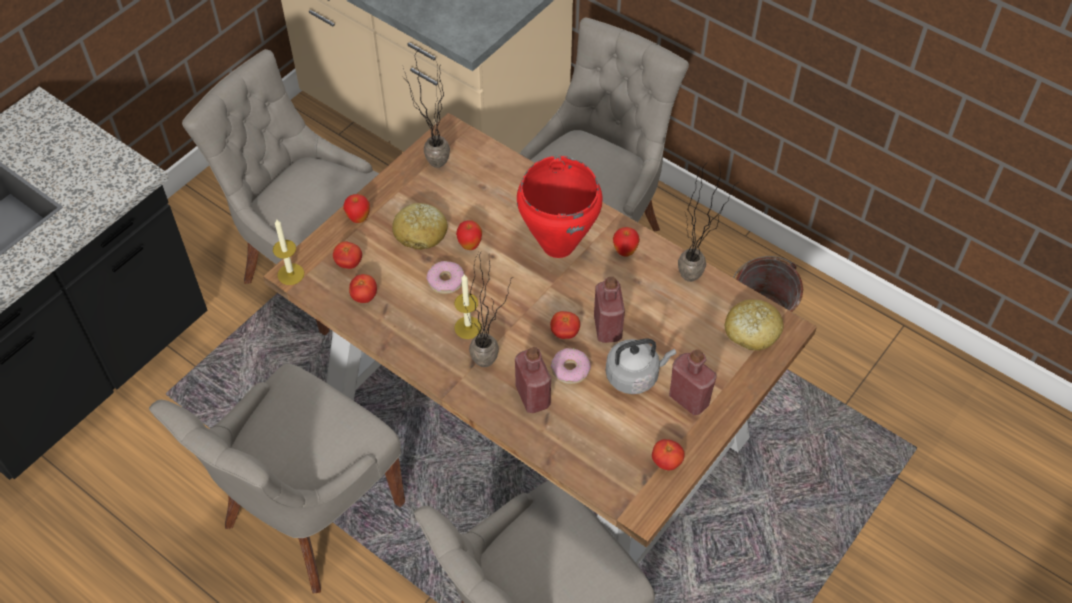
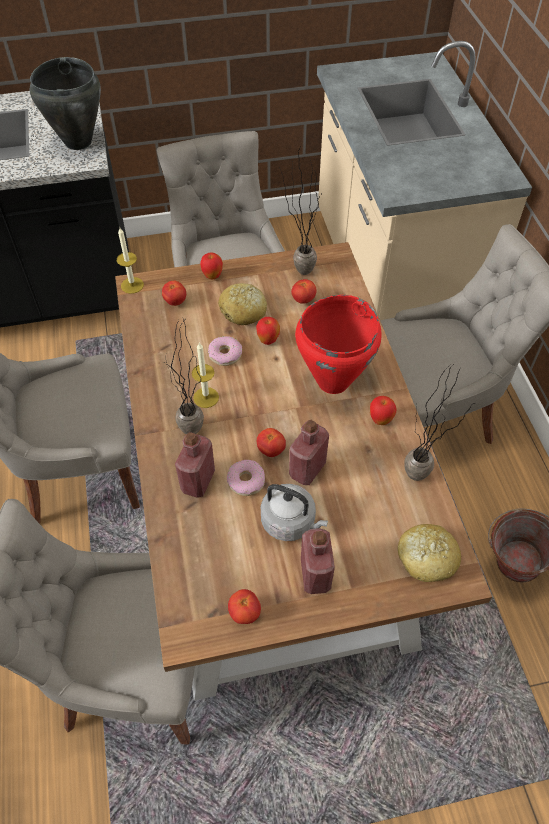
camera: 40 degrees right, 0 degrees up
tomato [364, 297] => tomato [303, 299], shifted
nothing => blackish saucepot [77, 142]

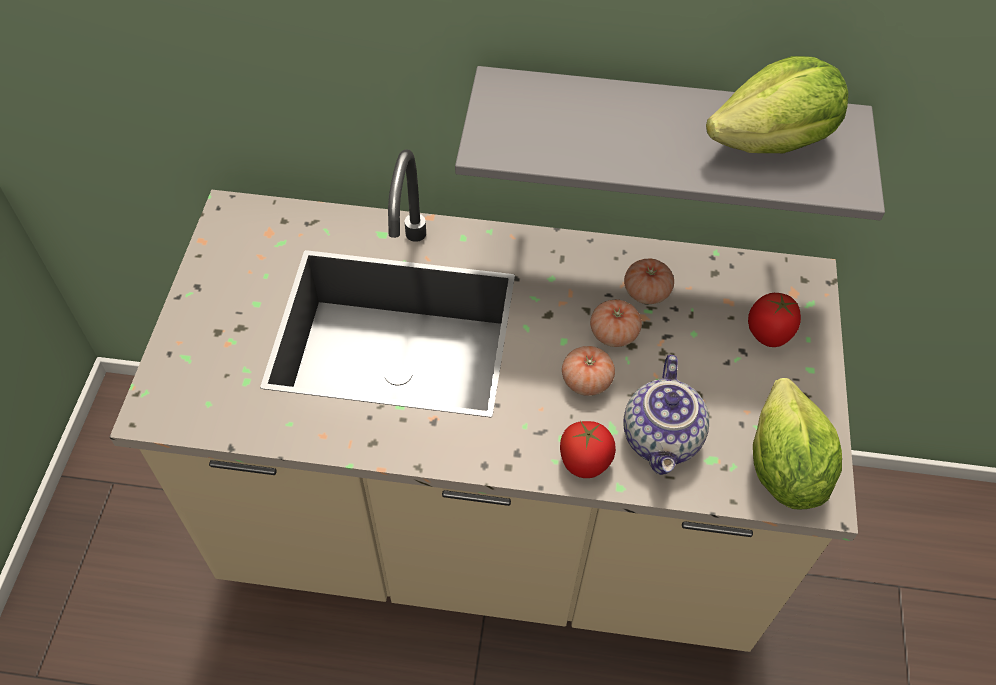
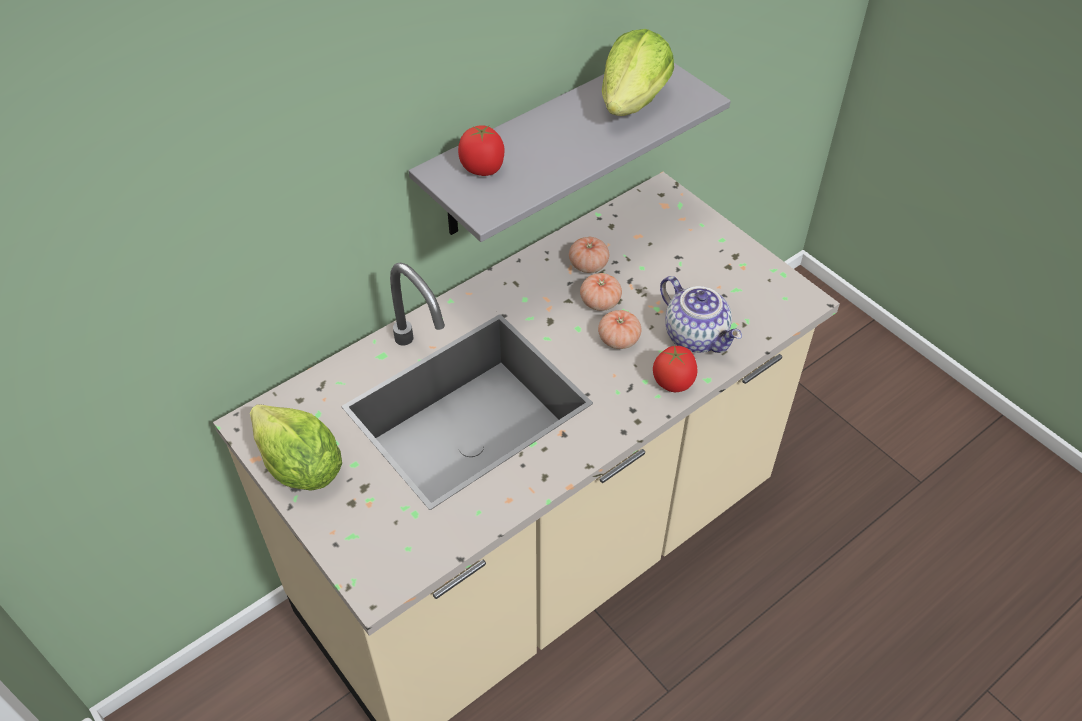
camera: 45 degrees left, 5 degrees down
tomato [768, 334] => tomato [483, 168], shifted
head of lettuce [782, 468] => head of lettuce [301, 468], shifted

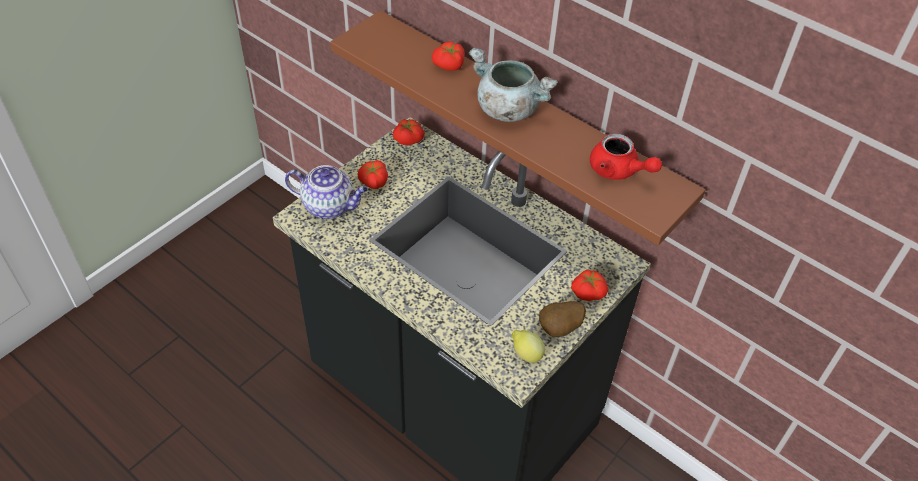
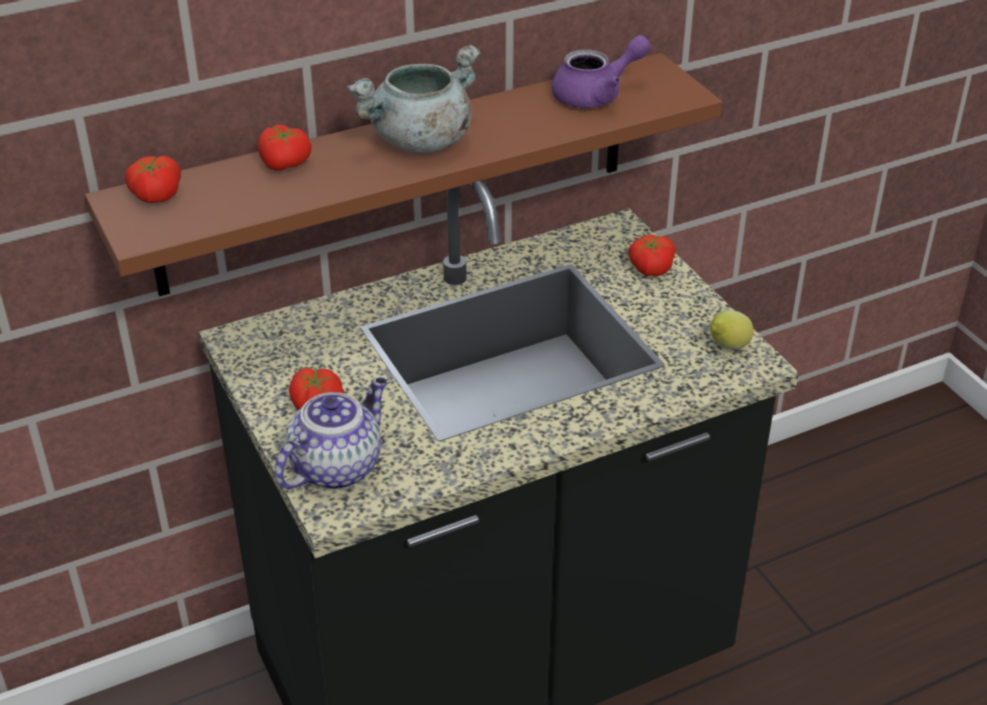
camera: 65 degrees left, 10 degrees down
tomato [408, 139] => tomato [155, 195], shifted
red-coloured pot for tea [618, 171] => purple-coloured pot for tea [596, 95]
spud [560, 329] => nothing

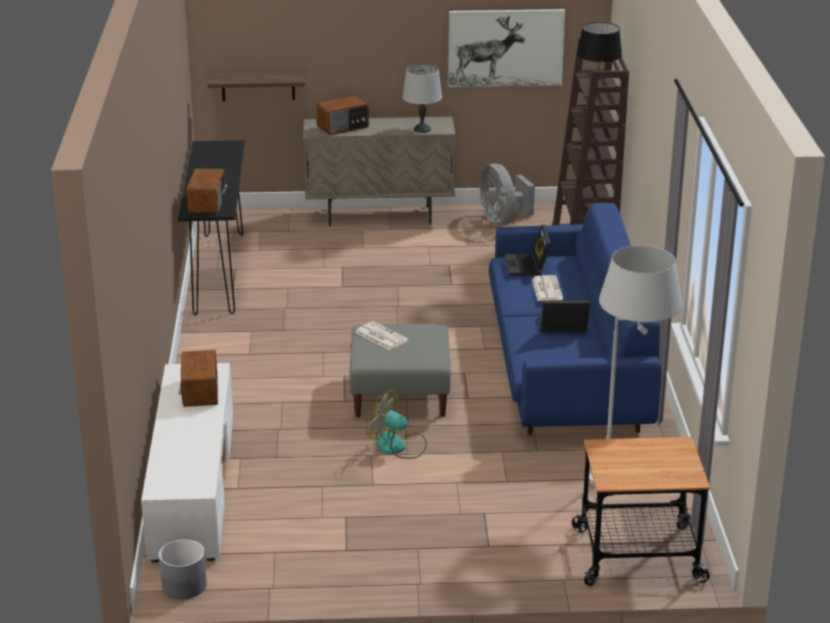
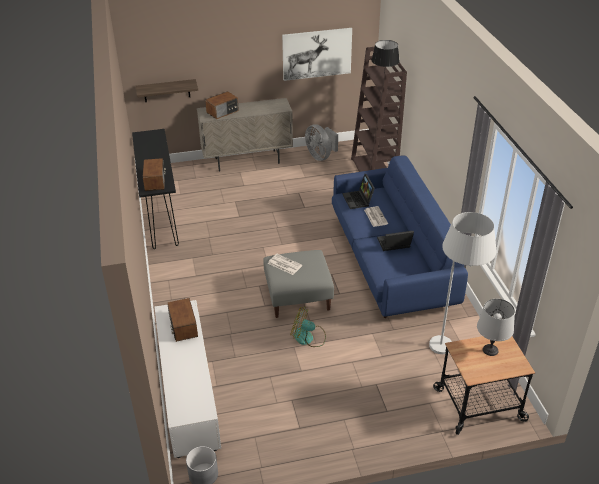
camera: 10 degrees left, 10 degrees up
greyish lamp for a table [422, 129] => greyish lamp for a table [490, 350], shifted

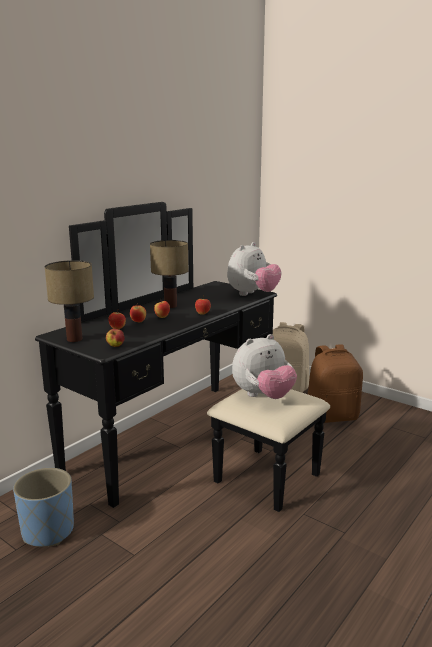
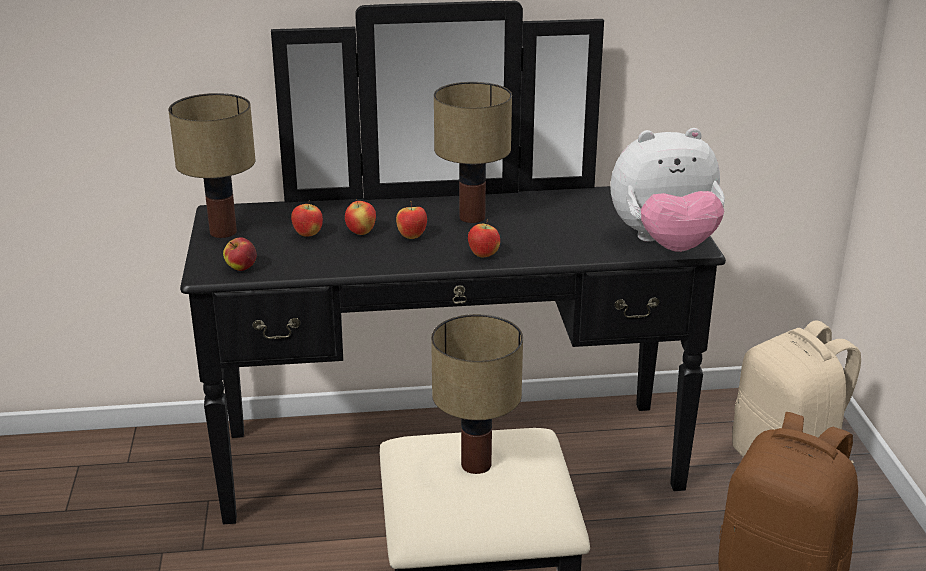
camera: 45 degrees right, 10 degrees up
soft toy [263, 396] => lamp for a table [477, 464]
bluish flower pot [48, 531] => nothing

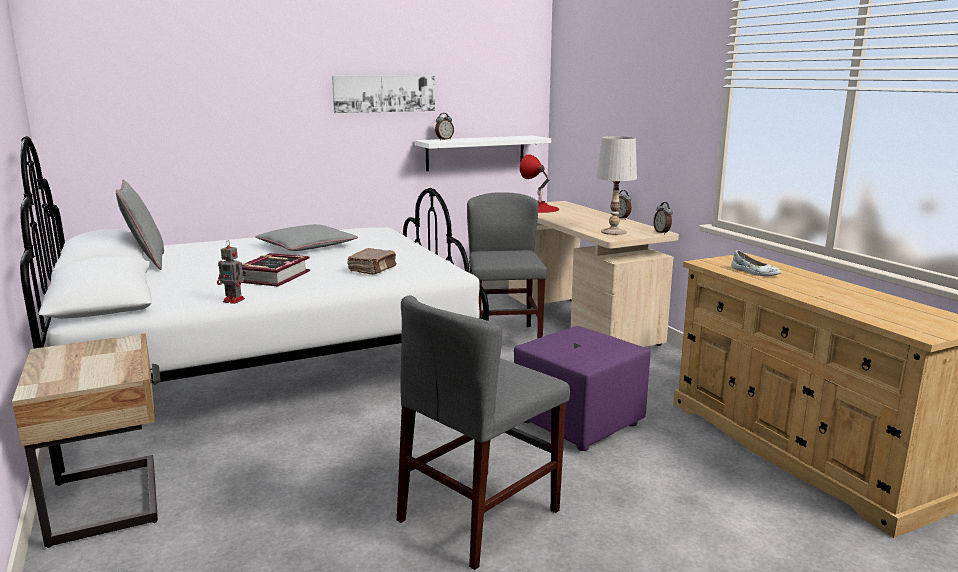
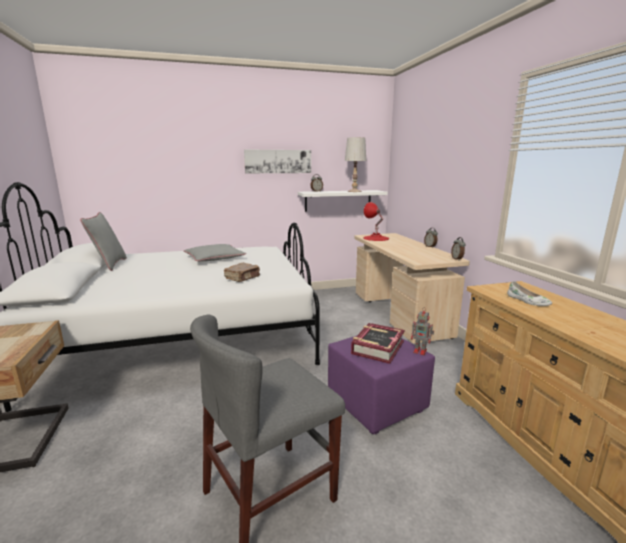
camera: 10 degrees right, 0 degrees up
white-coloured lamp for a table [613, 232] => white-coloured lamp for a table [354, 191], shifted
greyish plain chair [504, 339] => nothing
model robot [235, 300] => model robot [421, 351], shifted
bound book [273, 276] => bound book [377, 347], shifted

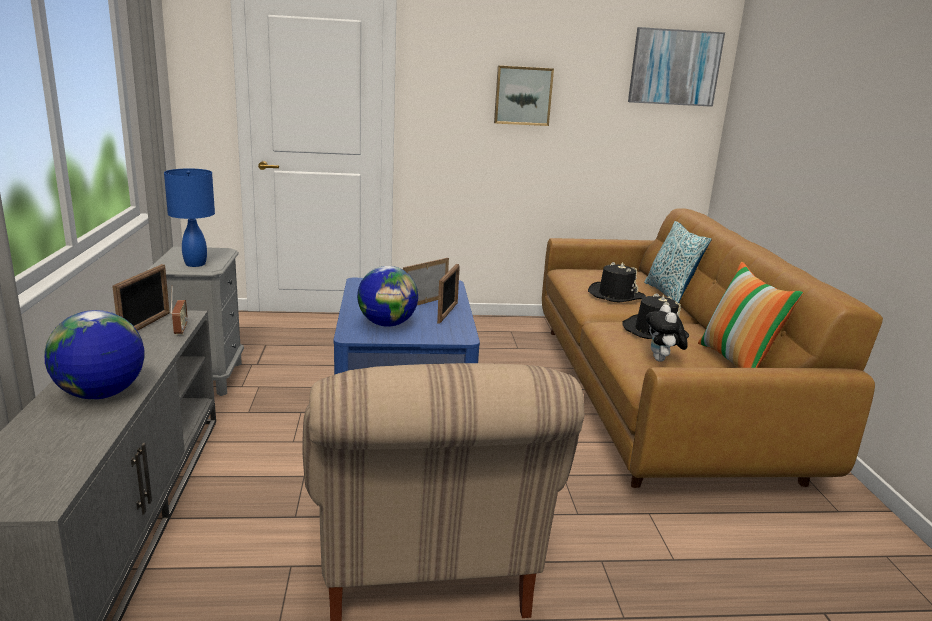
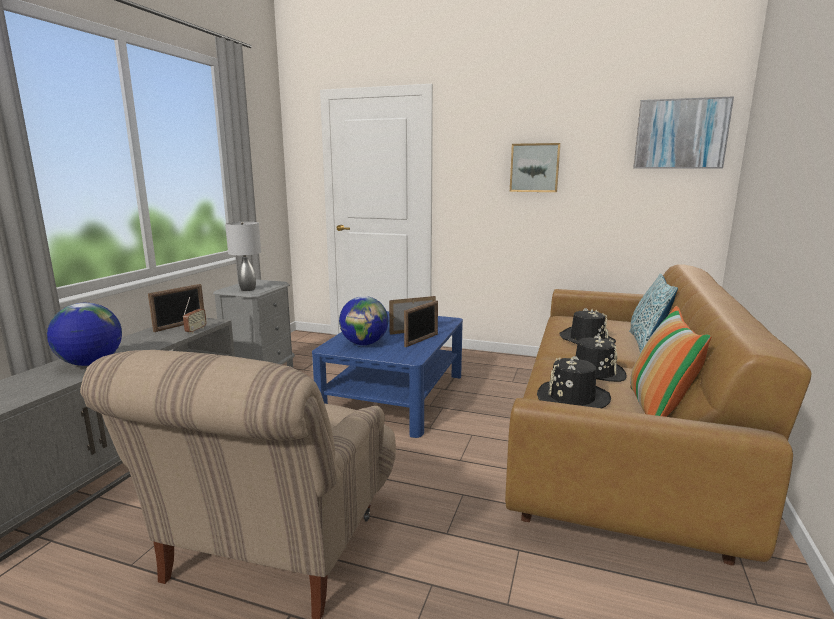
camera: 25 degrees right, 5 degrees down
bluish lamp for a table [196, 264] => greyish lamp for a table [248, 289]
soft toy [662, 360] => blackish clothing hat [572, 398]

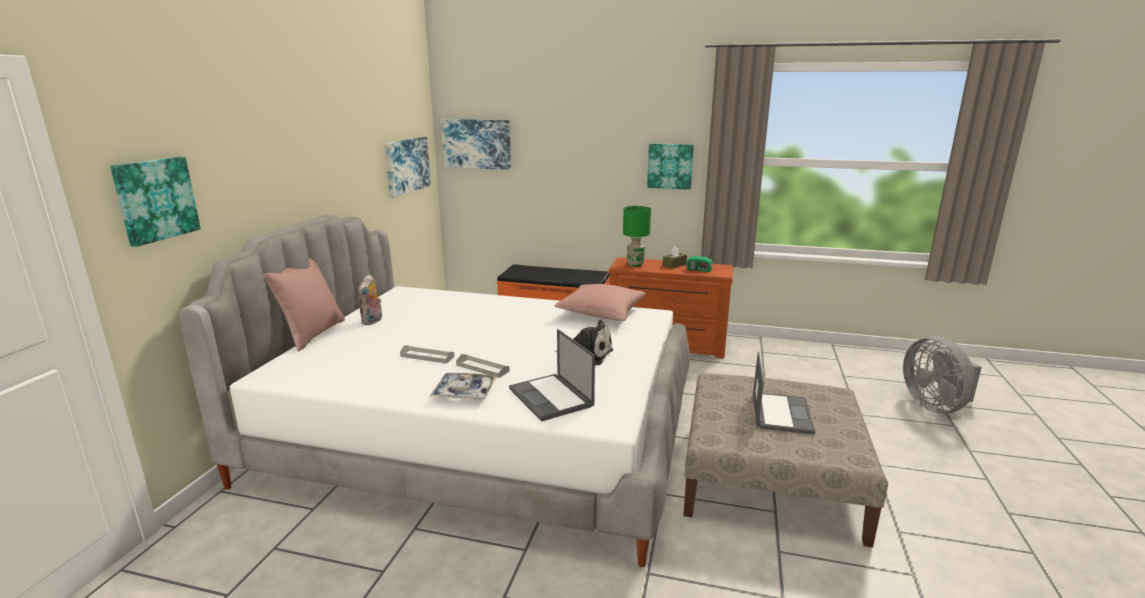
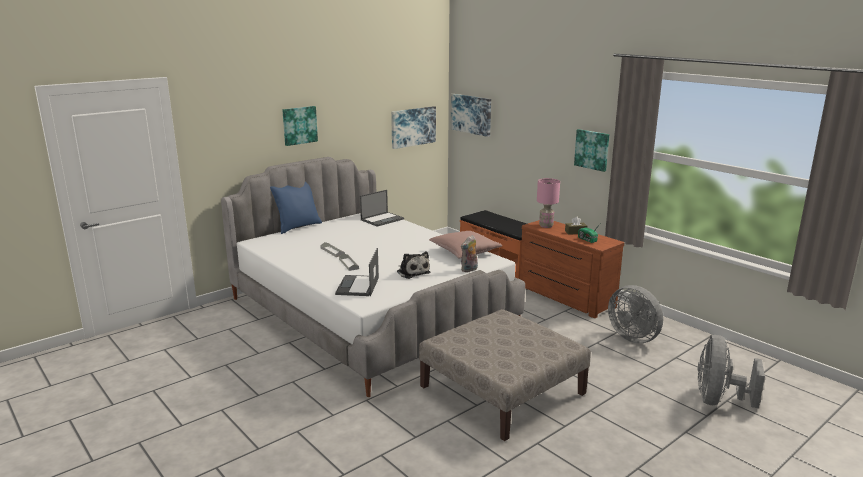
camera: 35 degrees right, 0 degrees up
picture [155, 199] => picture [299, 125], shifted
green-coloured lamp for a table [635, 264] => pink-coloured lamp for a table [546, 226]
pink-coloured cushion [312, 334] => bluish cushion [298, 227]
soft toy [373, 321] => soft toy [469, 270], shifted
laptop [781, 413] => laptop [382, 219], shifted
serving tray [464, 393] => nothing
nothing => greyish electric fan [634, 337]

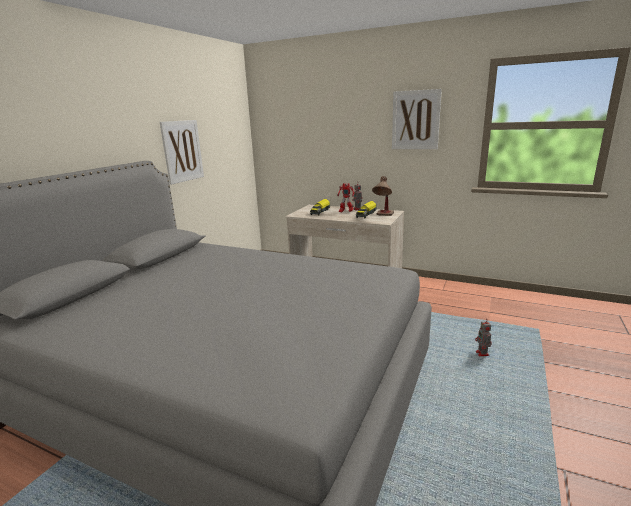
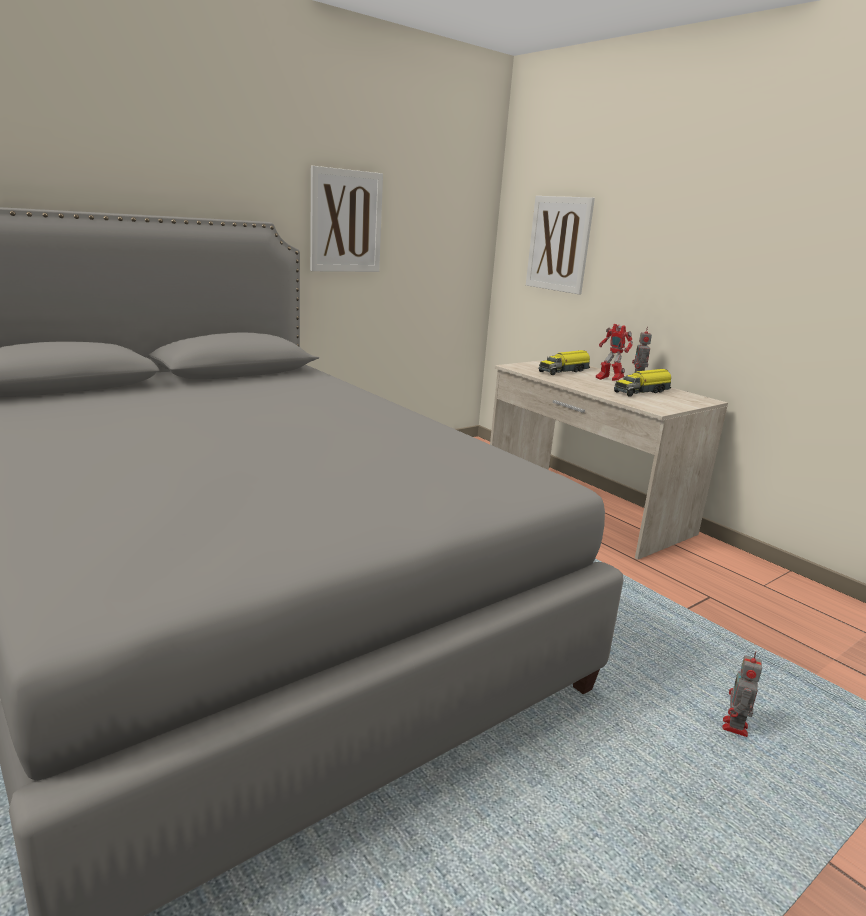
camera: 25 degrees right, 0 degrees up
picture [415, 120] => picture [559, 244], shifted
lamp for a table [383, 216] => nothing

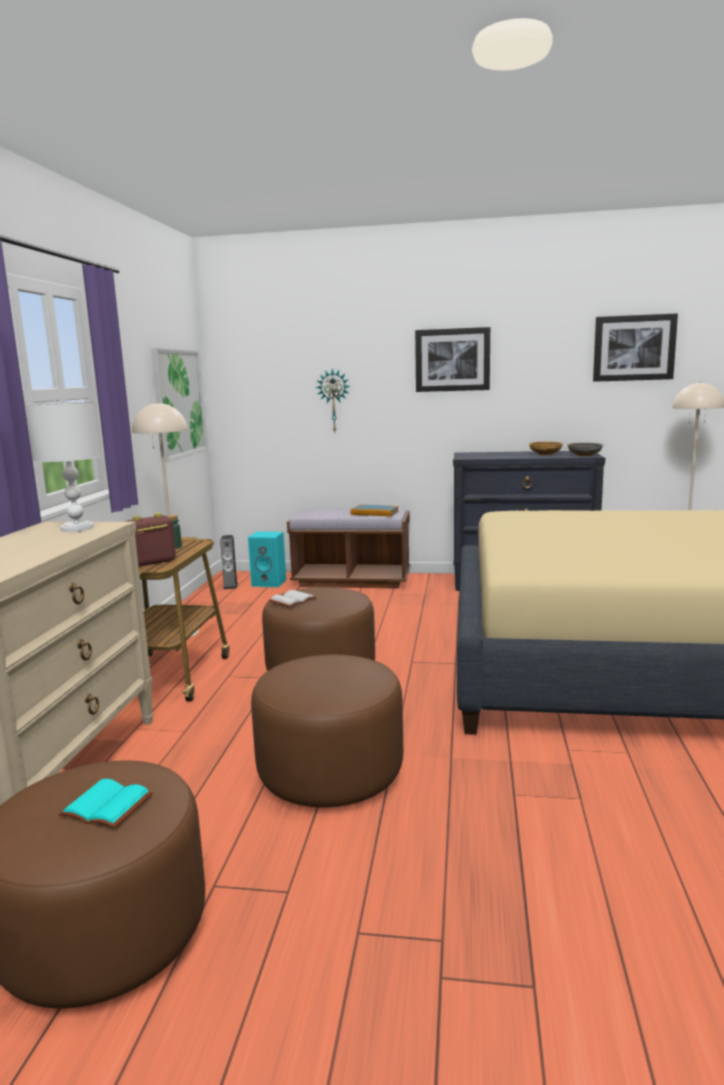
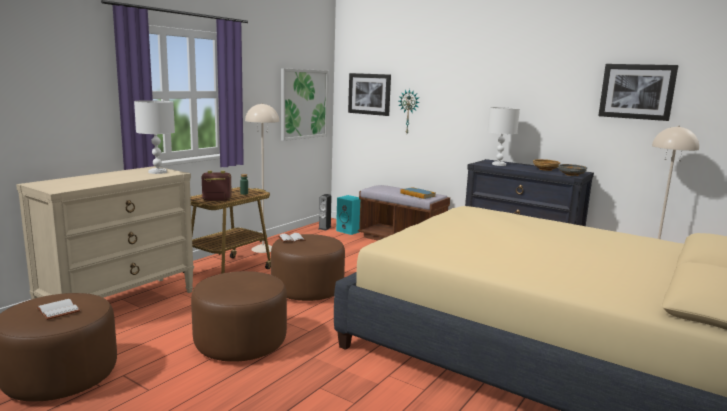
camera: 25 degrees right, 0 degrees up
picture [452, 360] => picture [369, 94], shifted
turquoise-coloured bound book [104, 807] => white-coloured bound book [57, 310]
nothing => white-coloured lamp for a table [499, 164]

